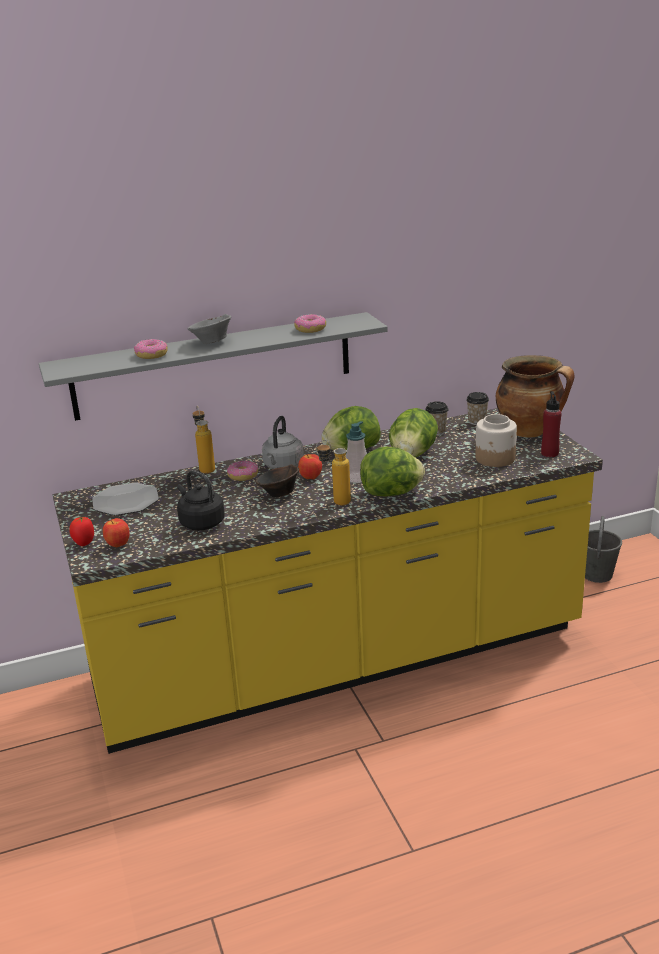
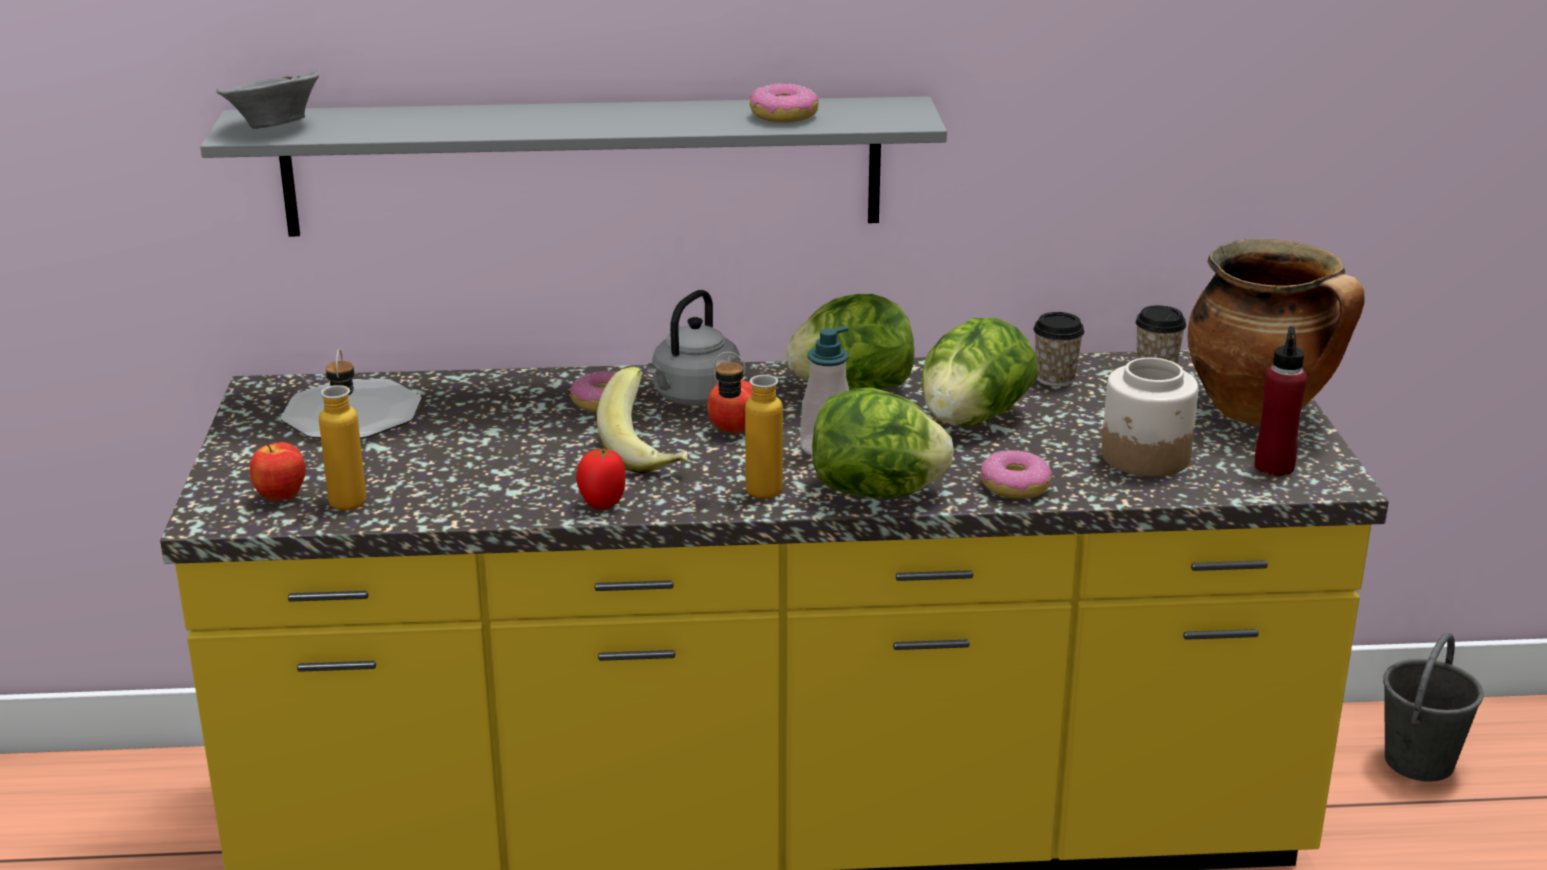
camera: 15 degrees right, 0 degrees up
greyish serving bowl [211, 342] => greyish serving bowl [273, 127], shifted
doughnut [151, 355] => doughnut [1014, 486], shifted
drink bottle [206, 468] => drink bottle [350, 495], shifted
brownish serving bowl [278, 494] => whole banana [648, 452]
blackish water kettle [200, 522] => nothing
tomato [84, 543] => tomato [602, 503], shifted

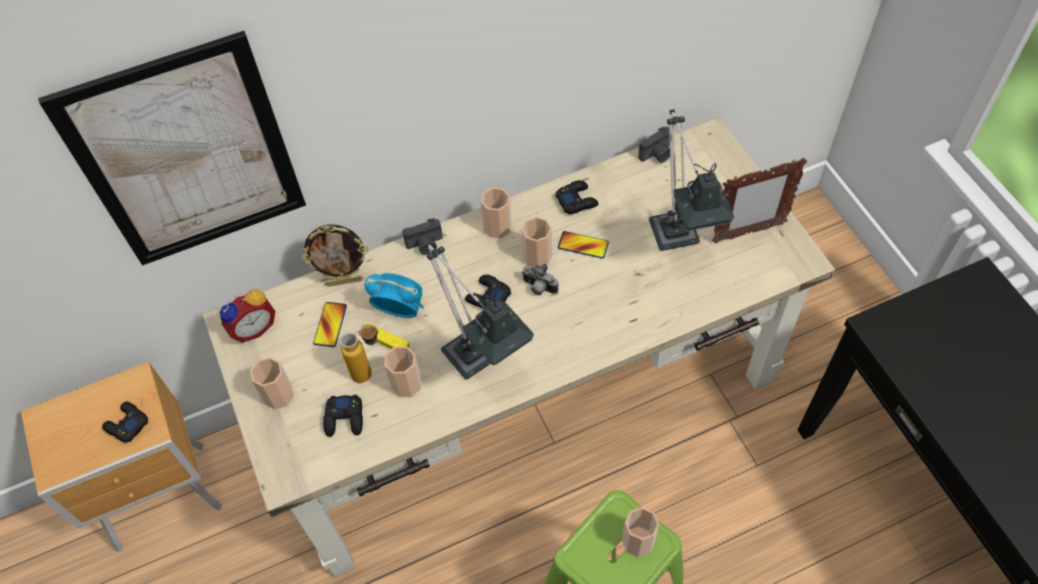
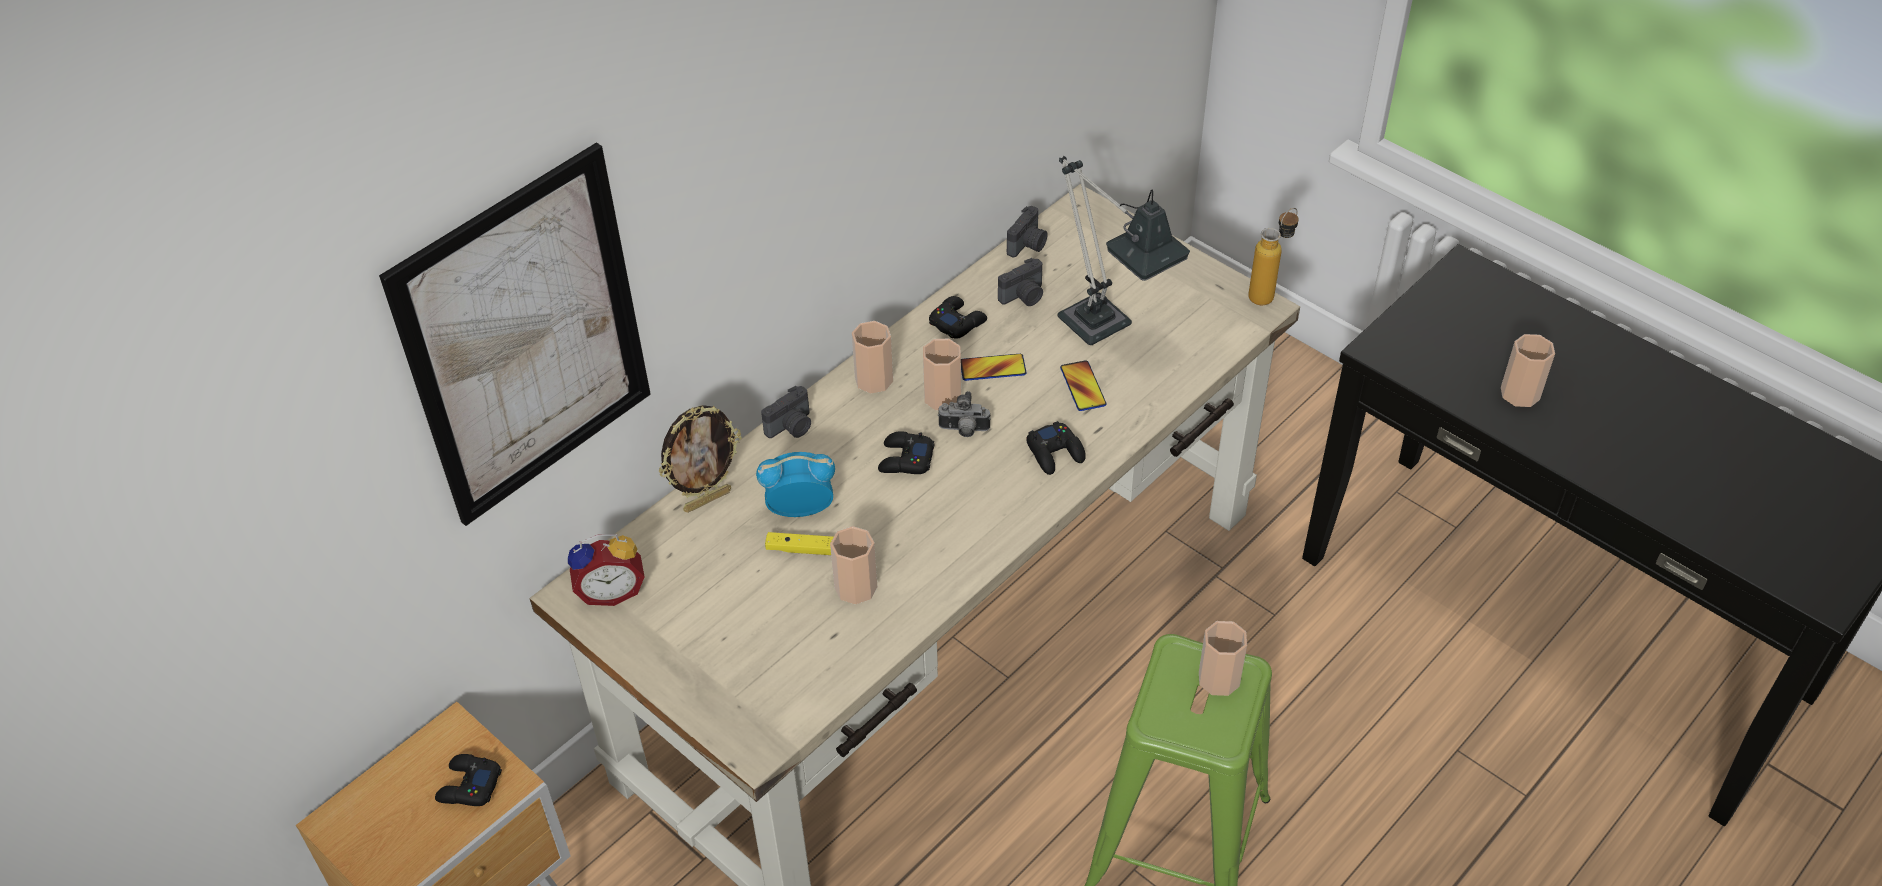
camera: 25 degrees left, 10 degrees down
photo frame [748, 233] => nothing
lamp for a table [479, 363] => nothing
bedside clock [253, 327] => bedside clock [611, 590], 45 degrees clockwise
telephone [330, 325] => telephone [1083, 387], shifted
drink bottle [370, 372] => drink bottle [1268, 293], shifted
drinking cup [278, 395] => drinking cup [1520, 393], shifted
blackish joypad [345, 418] => blackish joypad [1055, 453], shifted
nothing => photo camera [1024, 296]

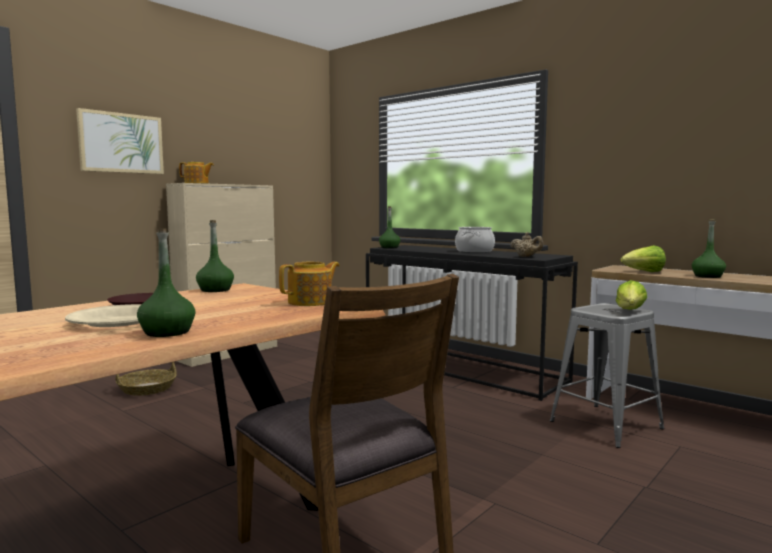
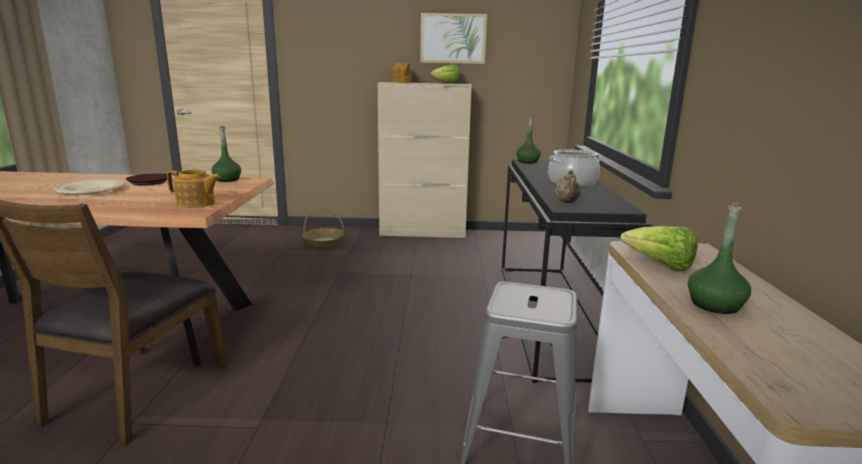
camera: 50 degrees right, 10 degrees up
picture [121, 143] => picture [453, 38], shifted
green-coloured drink bottle [167, 332] => nothing
head of lettuce [630, 311] => head of lettuce [446, 83], shifted

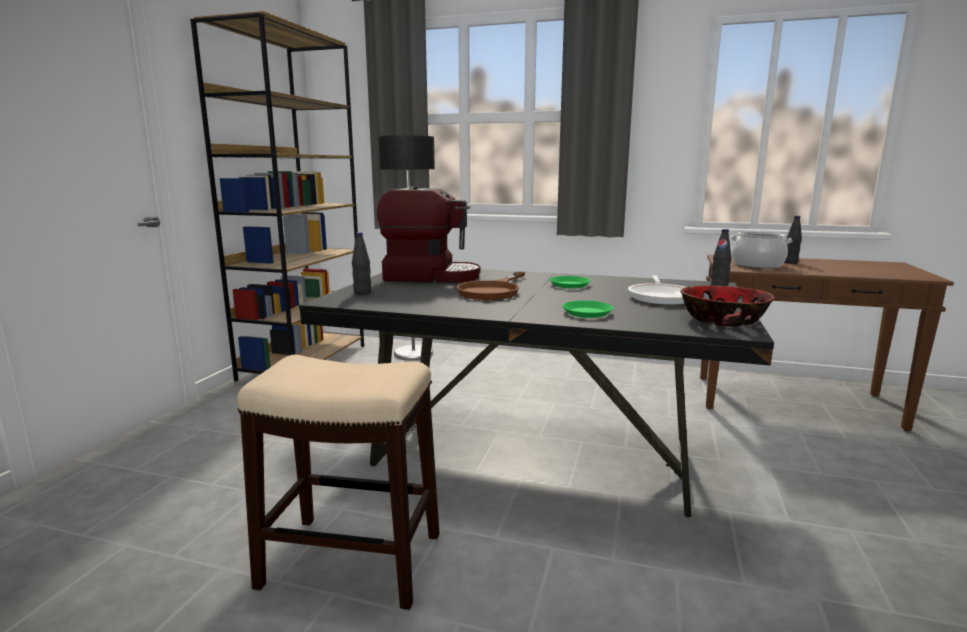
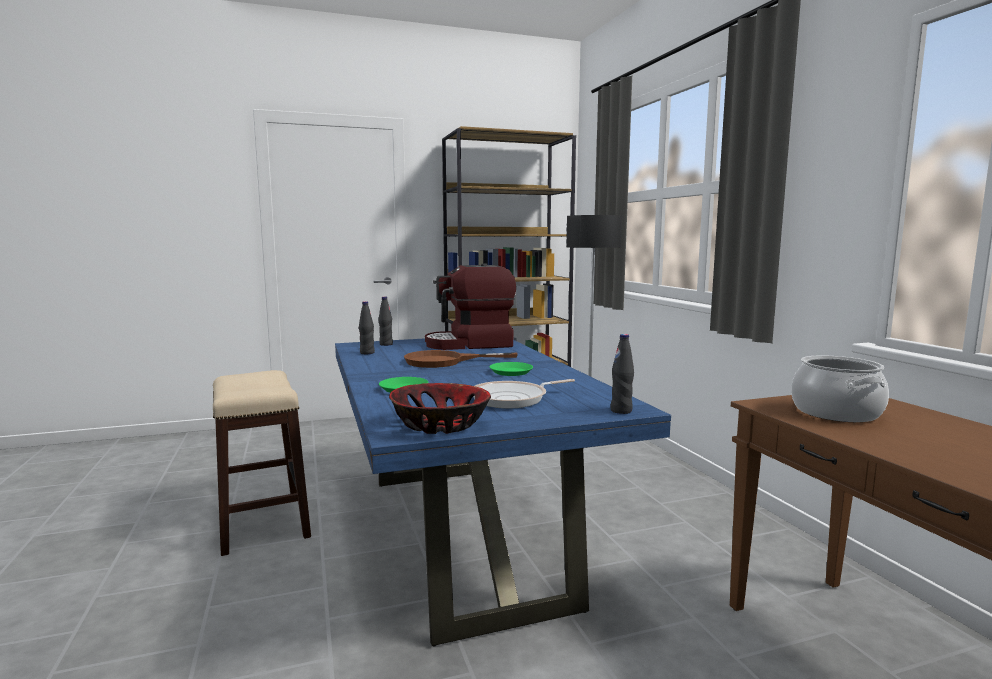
camera: 55 degrees right, 5 degrees down
coffee brewer [431, 276] => coffee brewer [470, 344], 105 degrees clockwise
blackish drink bottle [790, 262] => blackish drink bottle [367, 353], shifted
blackish kitchen table [534, 457] => bluish kitchen table [464, 537]

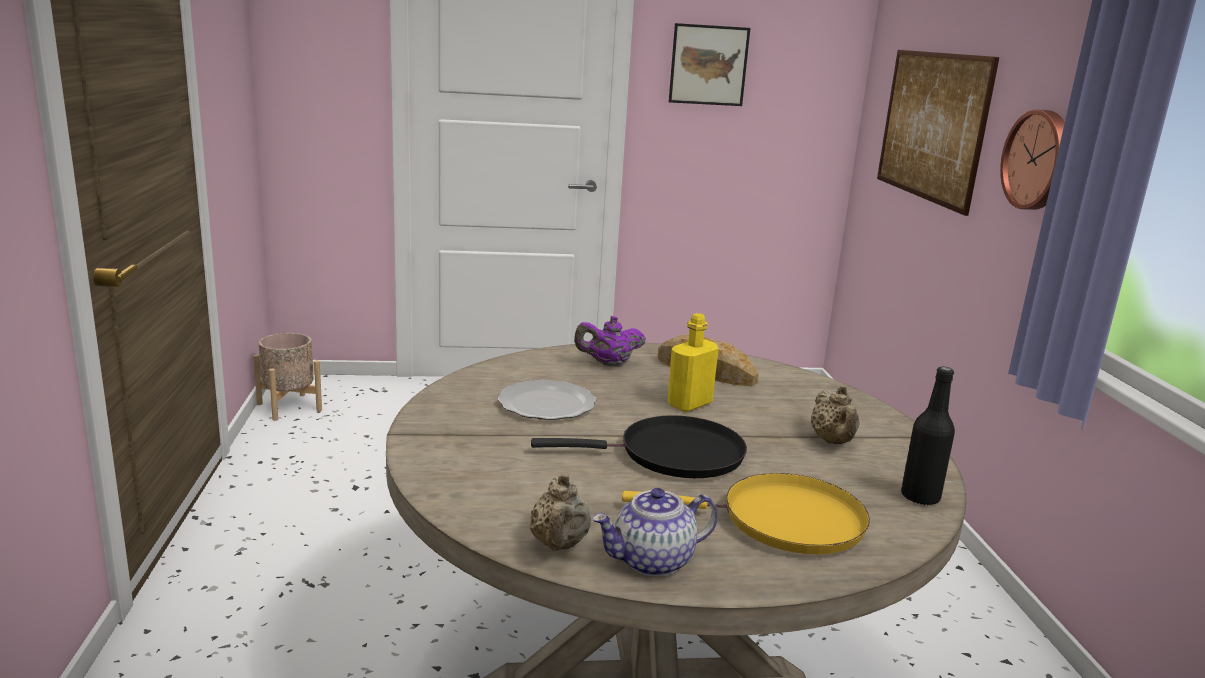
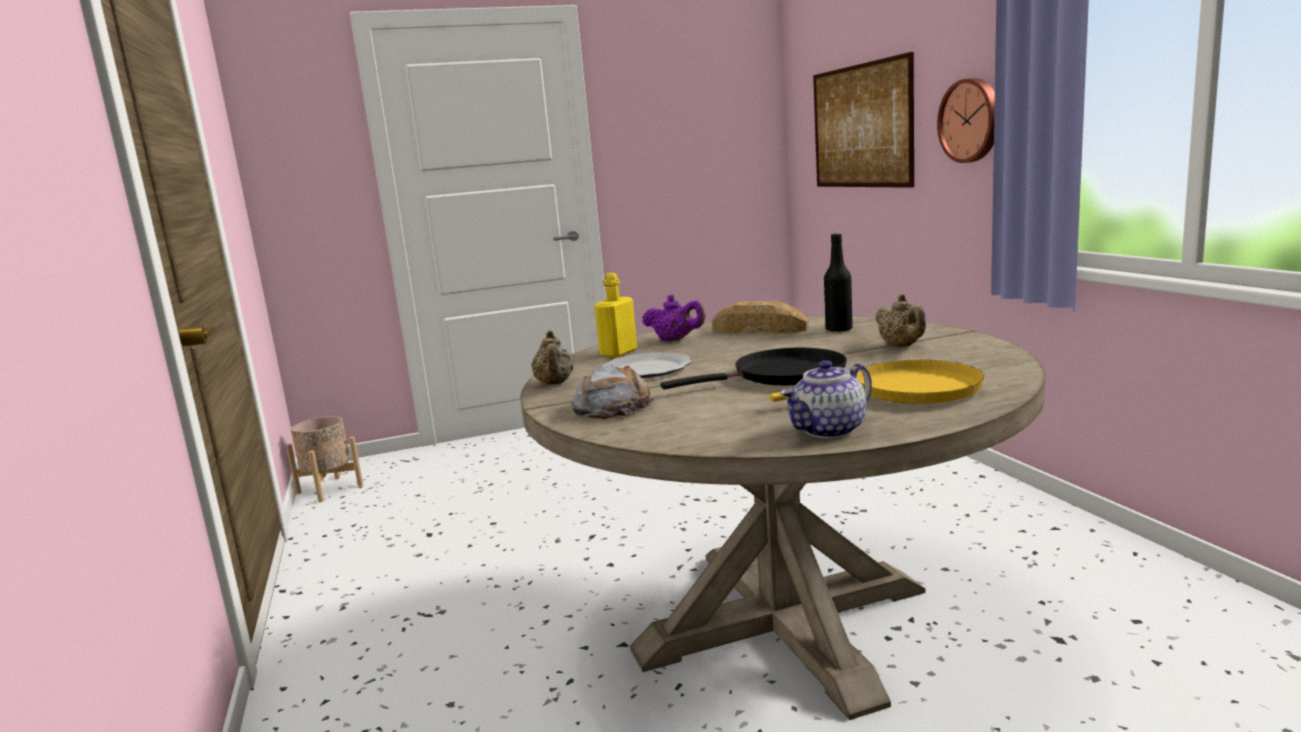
camera: 10 degrees left, 5 degrees down
picture [708, 65] => nothing
yellowish drink bottle [689, 404] => yellowish drink bottle [618, 353], shifted
purple-coloured pot for tea [608, 364] => purple-coloured pot for tea [675, 340], 135 degrees counterclockwise
blackish drink bottle [920, 497] => blackish drink bottle [839, 329], shifted
beige-coloured pot for tea [559, 544] => beige-coloured pot for tea [554, 383], shifted
nothing => baked bread [612, 406]

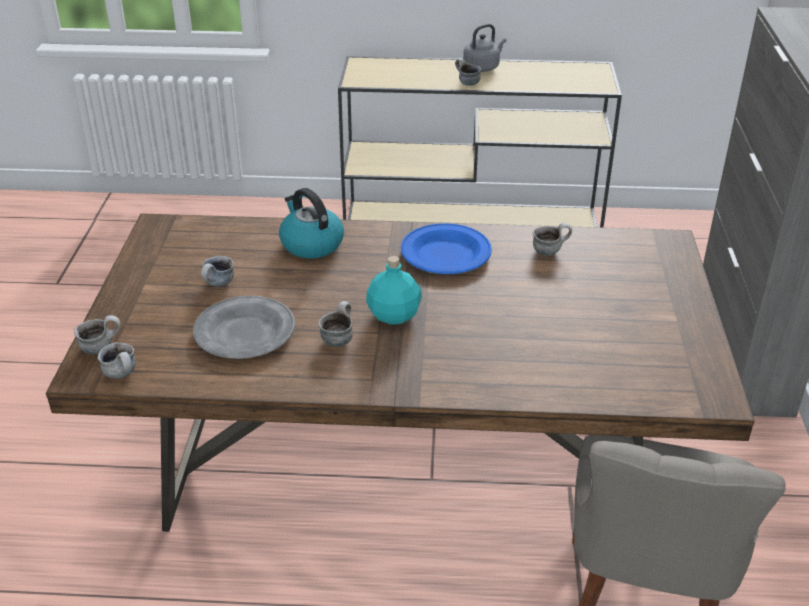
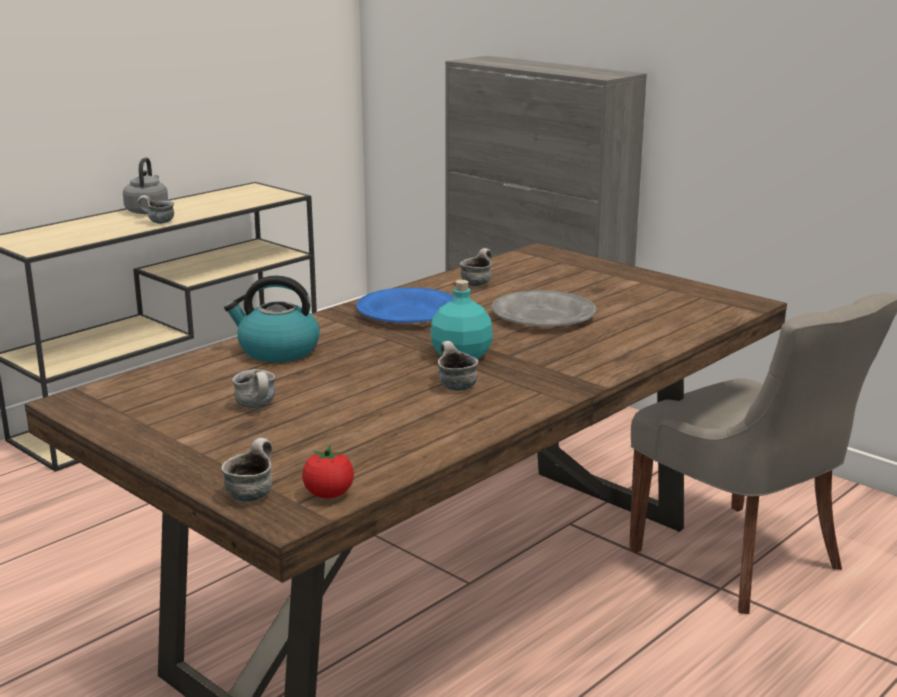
camera: 50 degrees left, 15 degrees down
greyish plate [245, 333] => greyish plate [544, 315], shifted
coffee mug [123, 374] => tomato [328, 495]

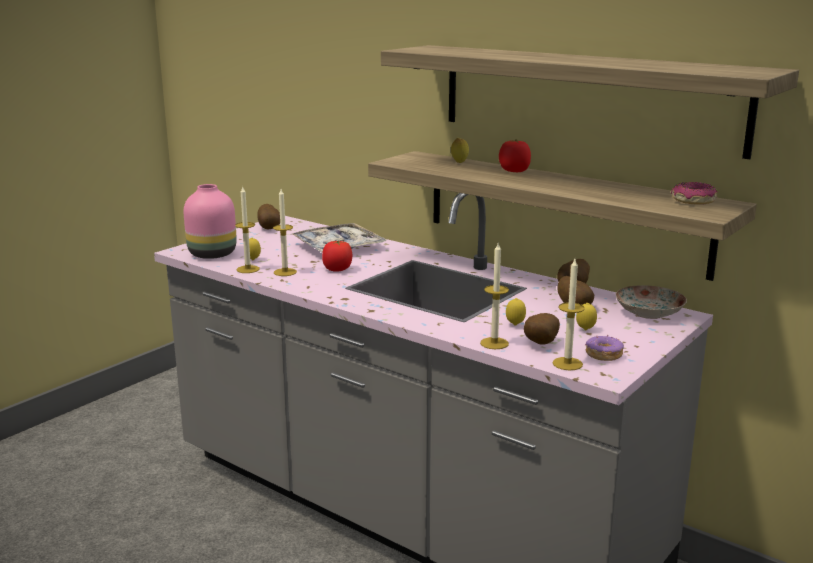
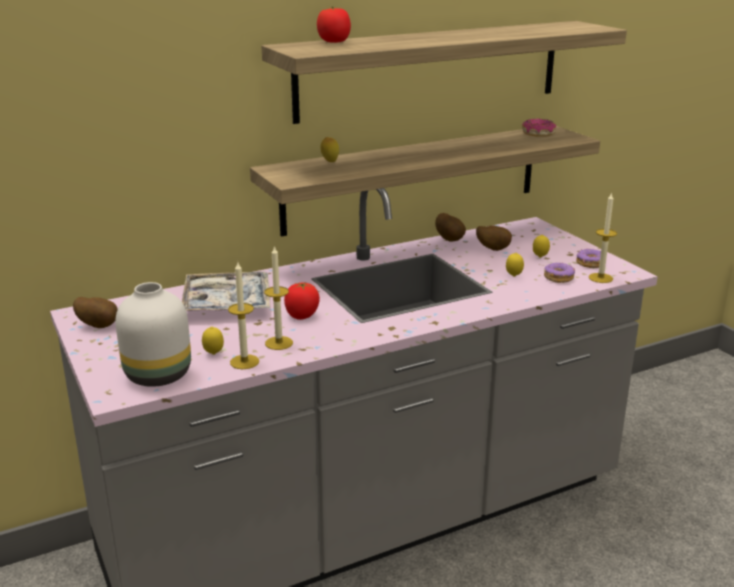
camera: 65 degrees left, 5 degrees up
tomato [514, 171] => tomato [334, 42], shifted
pink-coloured vase [214, 254] => white-coloured vase [159, 374]
wax candle [494, 343] => nothing
plate [649, 313] => nothing
spud [539, 344] => doughnut [558, 278]

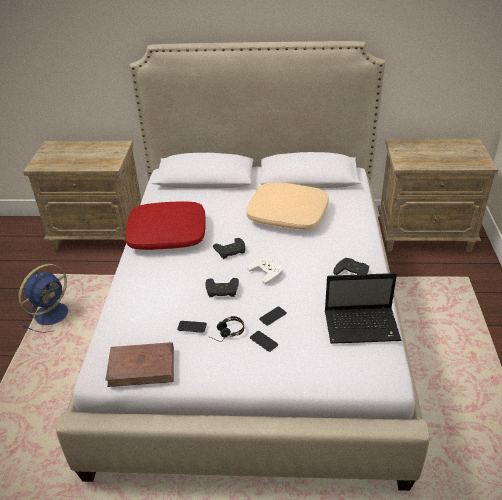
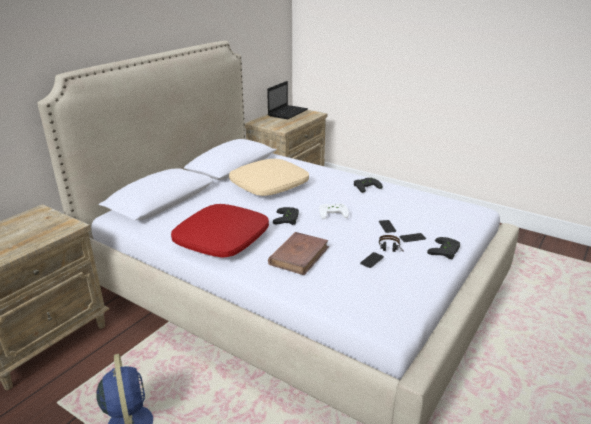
camera: 60 degrees left, 10 degrees down
laptop [363, 326] => laptop [288, 112], shifted
blackish joypad [221, 291] => blackish joypad [446, 251], shifted
brownish bound book [142, 367] => brownish bound book [299, 255], shifted

